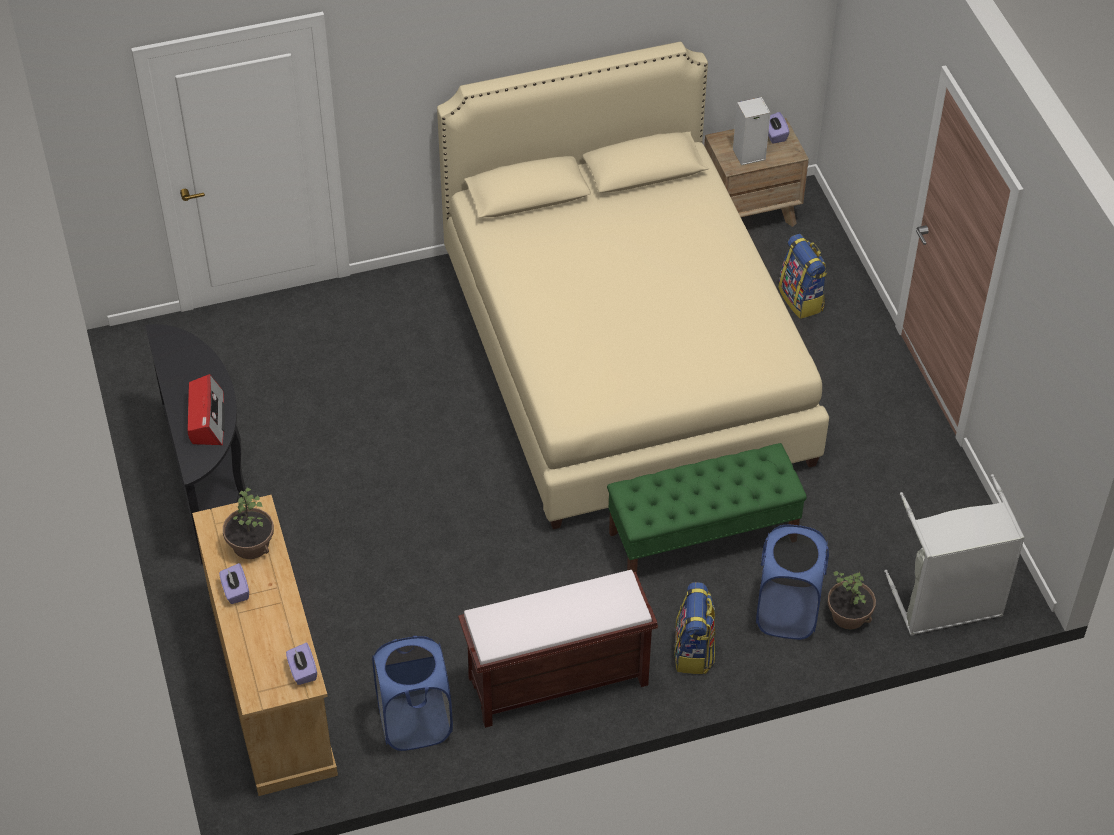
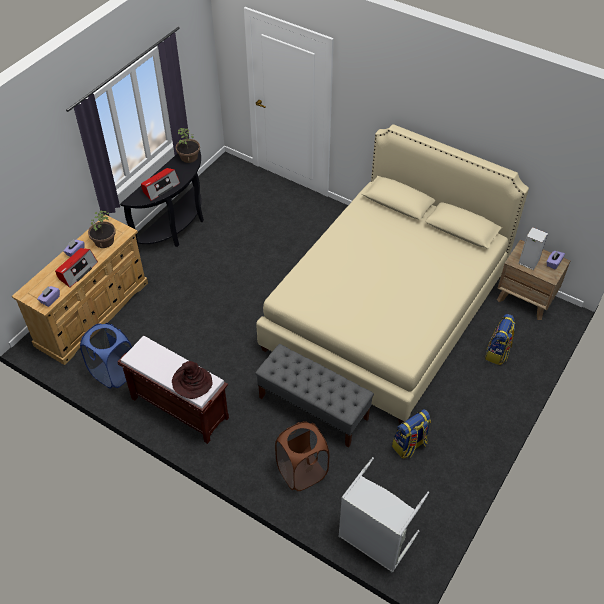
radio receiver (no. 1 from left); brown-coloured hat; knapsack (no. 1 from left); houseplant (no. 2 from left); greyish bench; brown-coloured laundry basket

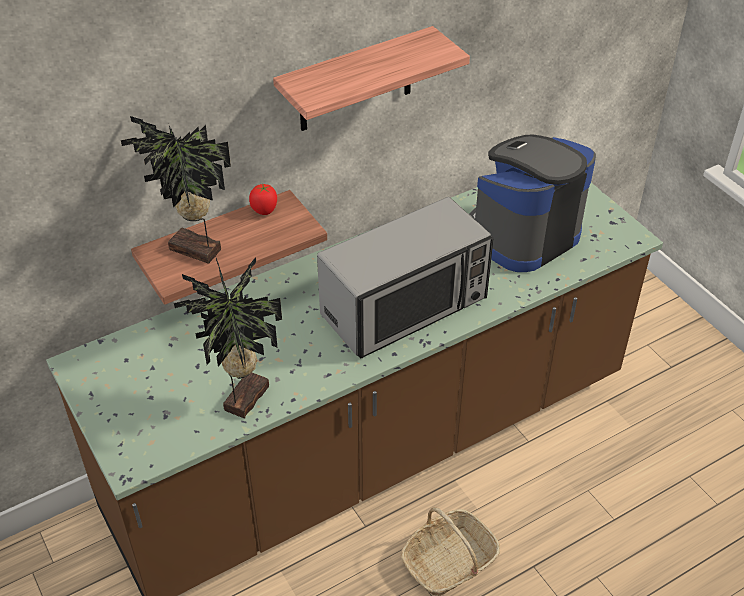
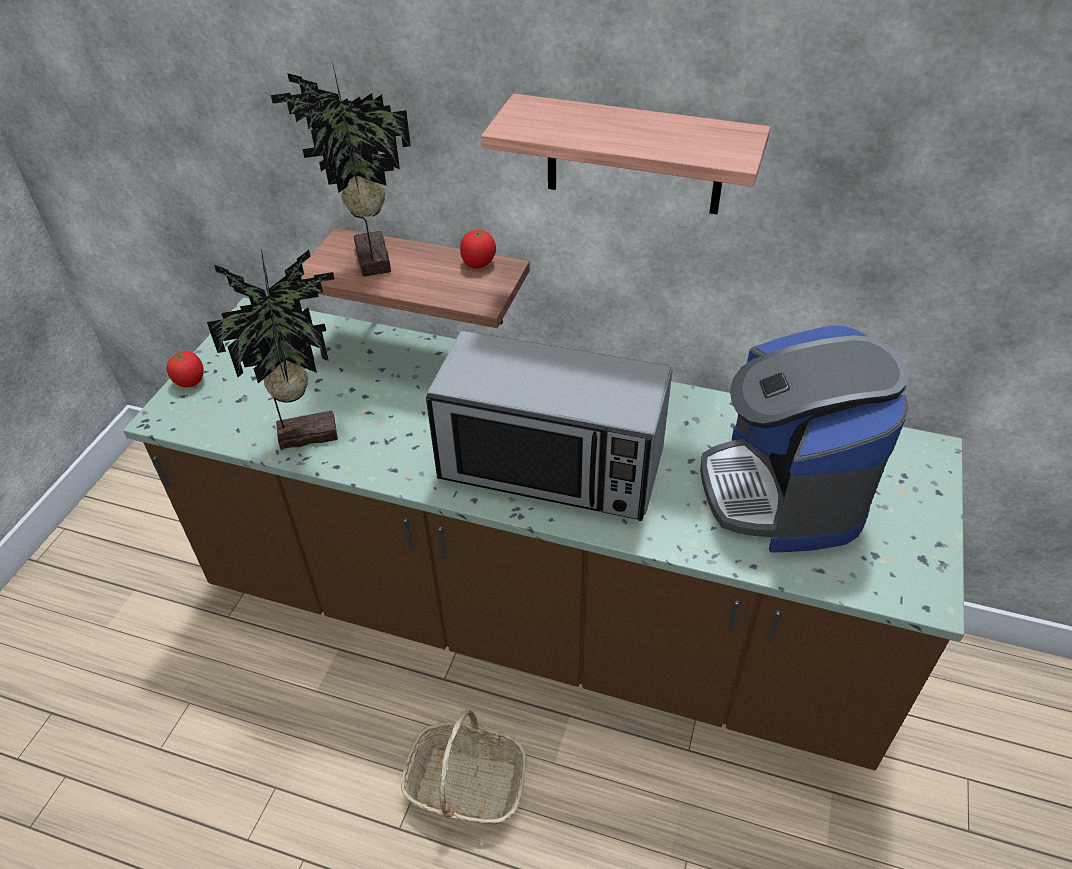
whole tomato (no. 1 from left); coffee brewer

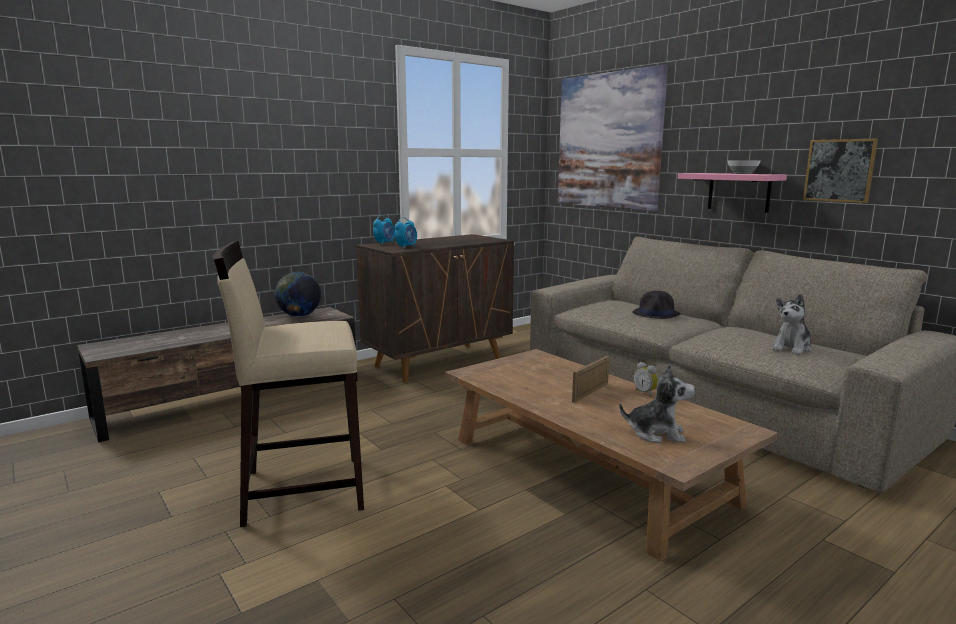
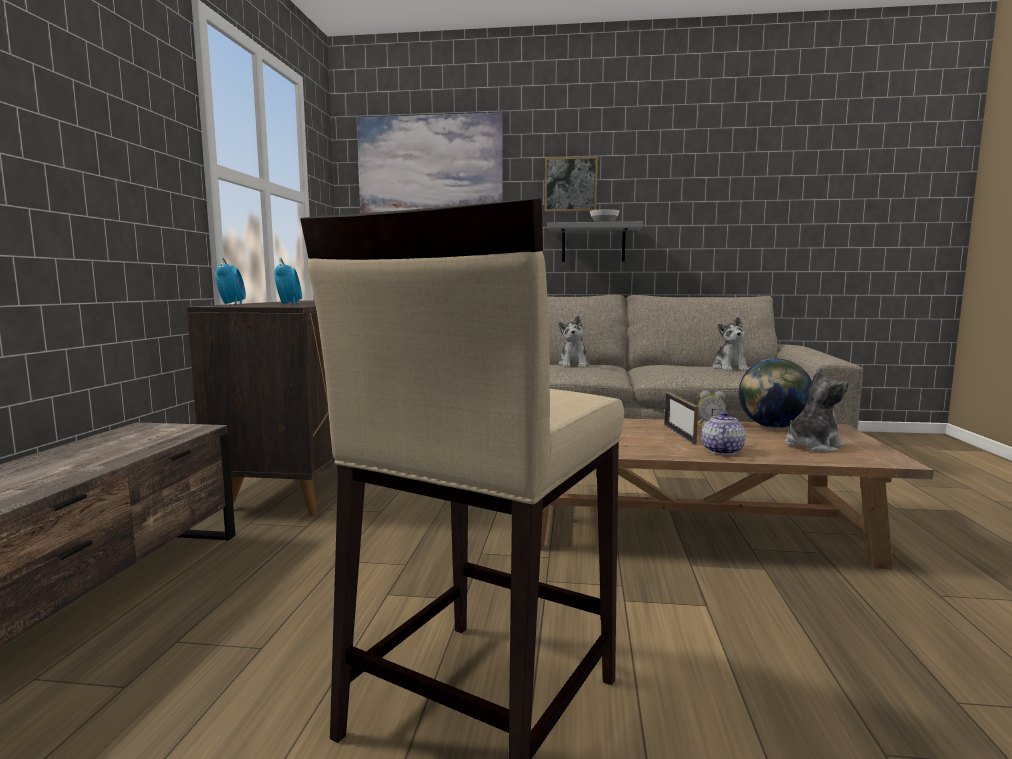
teapot; globe; picture (no. 2 from left); cuddly toy (no. 1 from left); greyish shelf

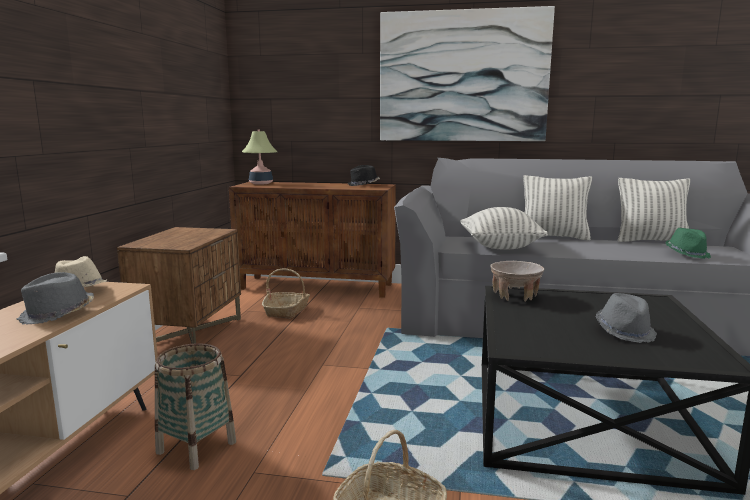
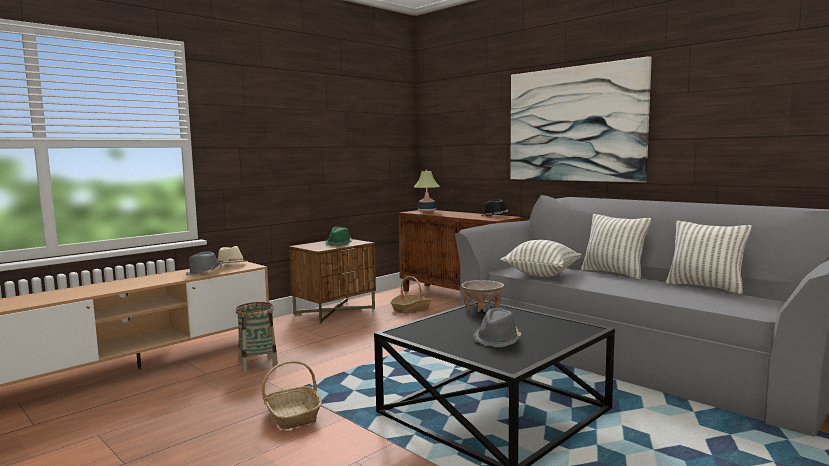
green-coloured hat

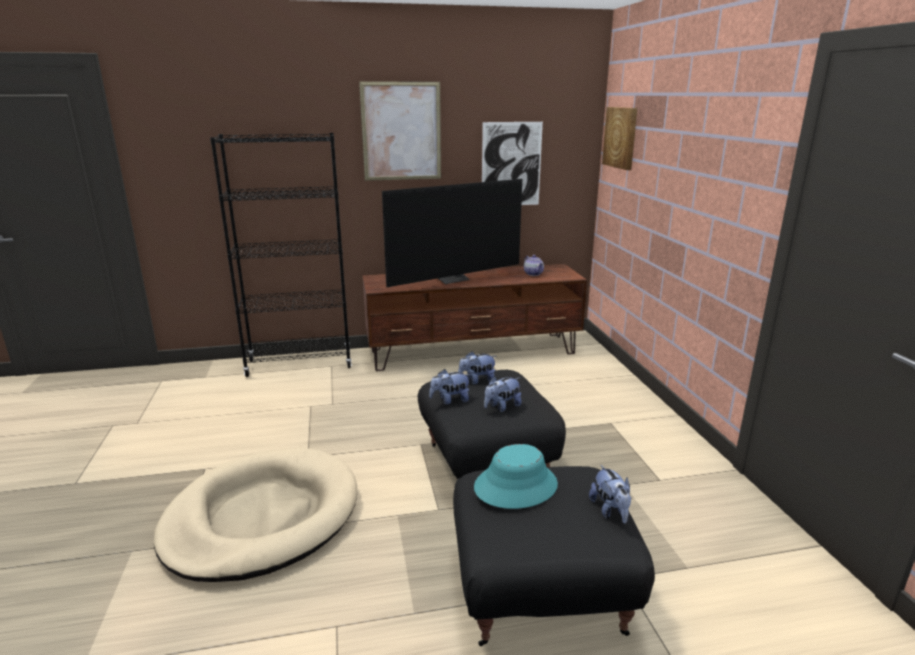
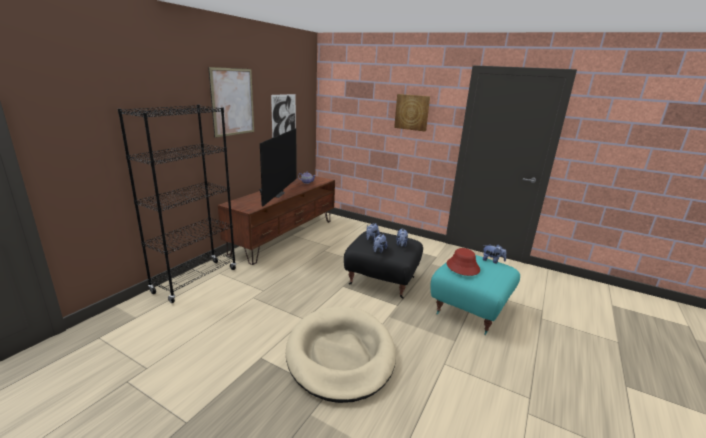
picture (no. 3 from left); turquoise-coloured pouffe; red-coloured hat

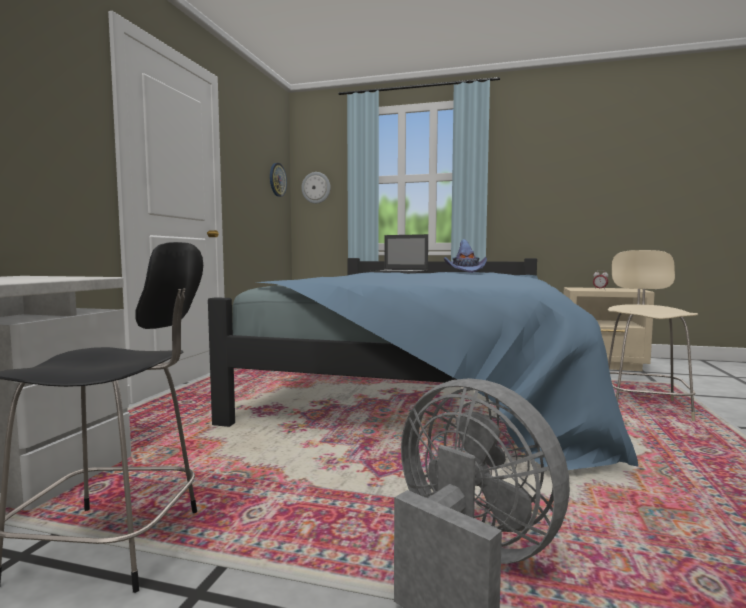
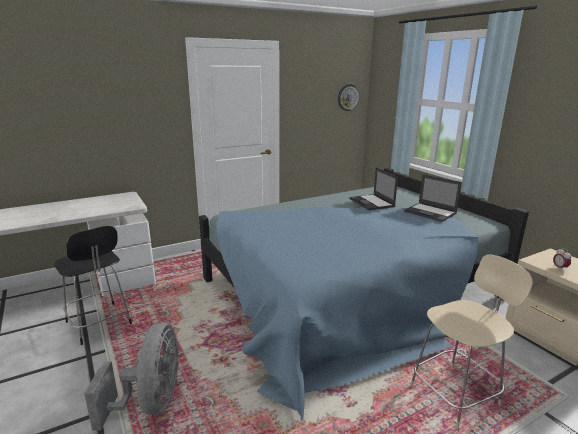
hanging clock (no. 2 from left in the first image); laptop (no. 2 from left)

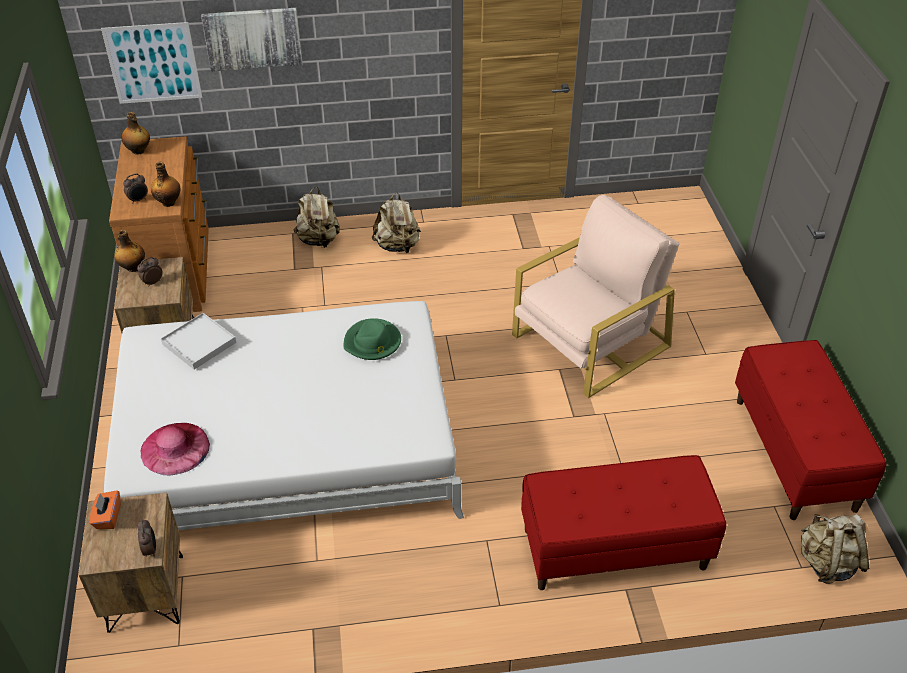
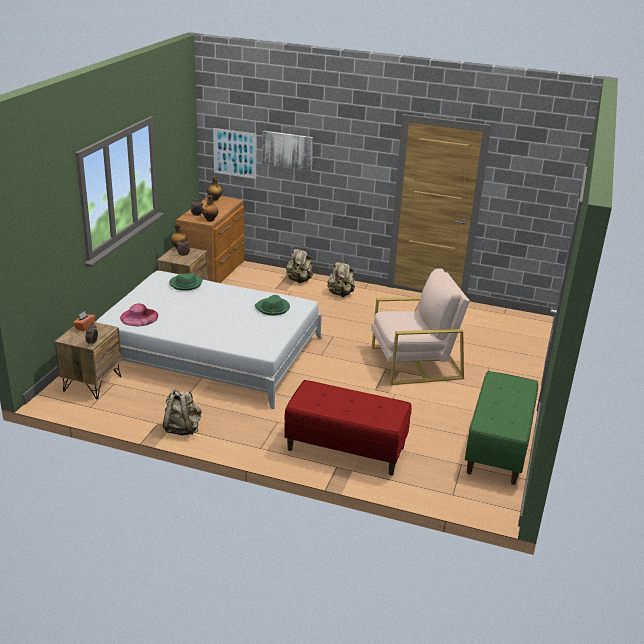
sand-coloured knapsack (no. 1 from left); green-coloured hat (no. 1 from left); green-coloured bench

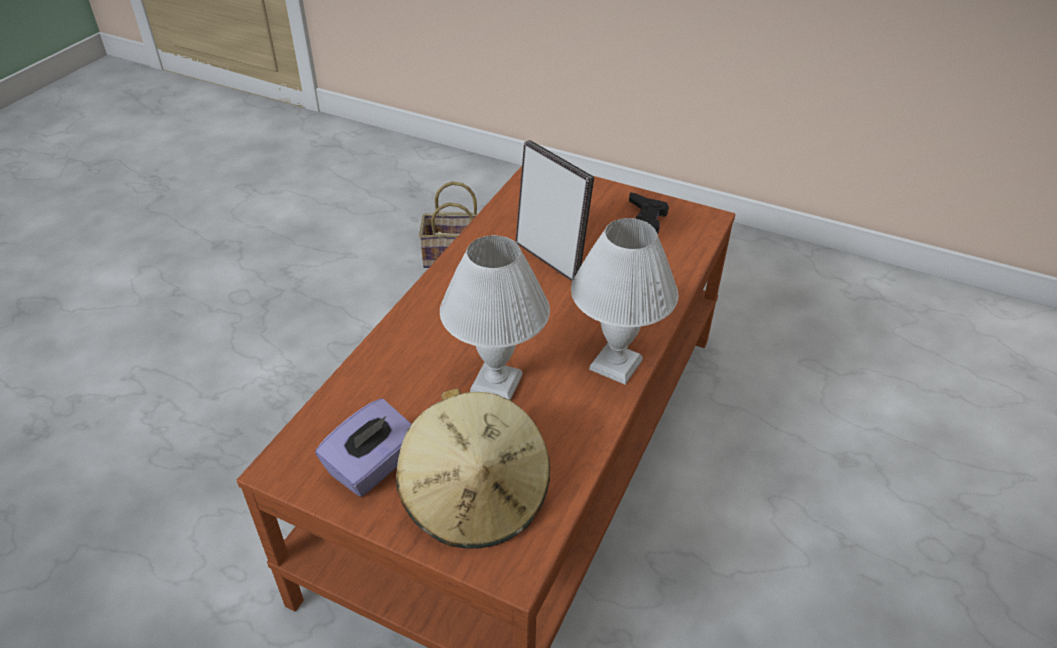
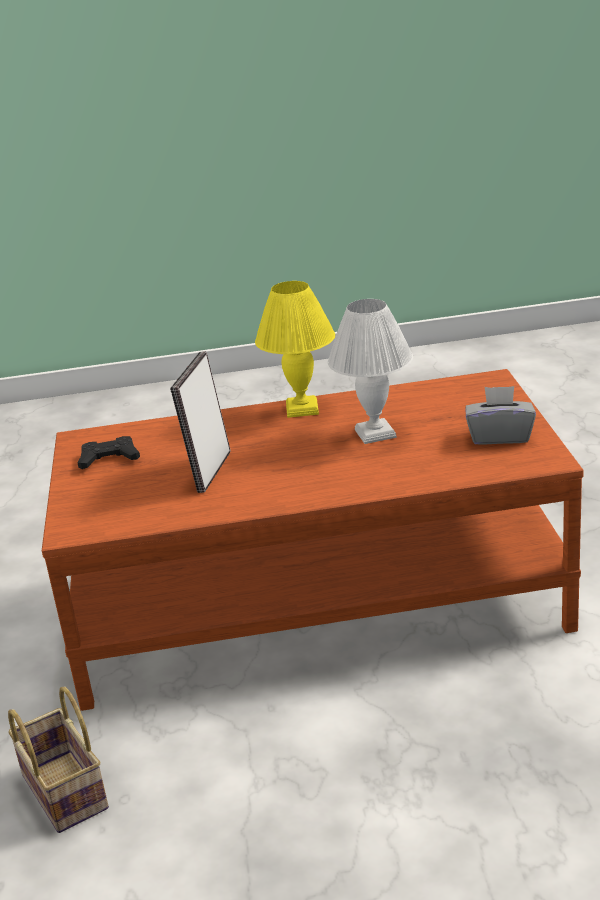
sand-coloured hat; greyish tissue holder; yellow lamp for a table

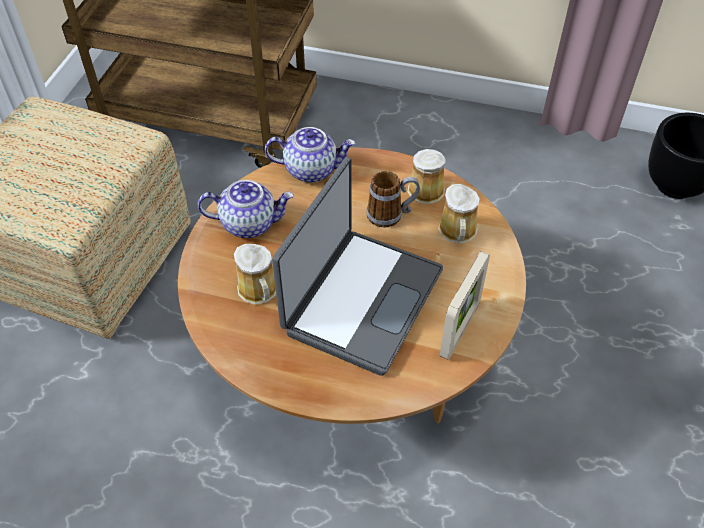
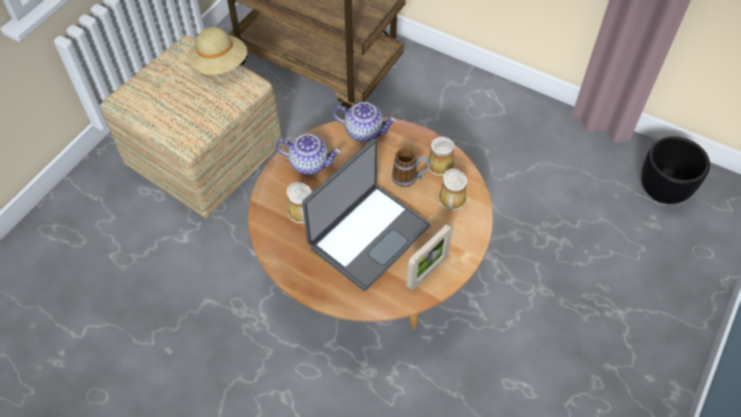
sand-coloured hat

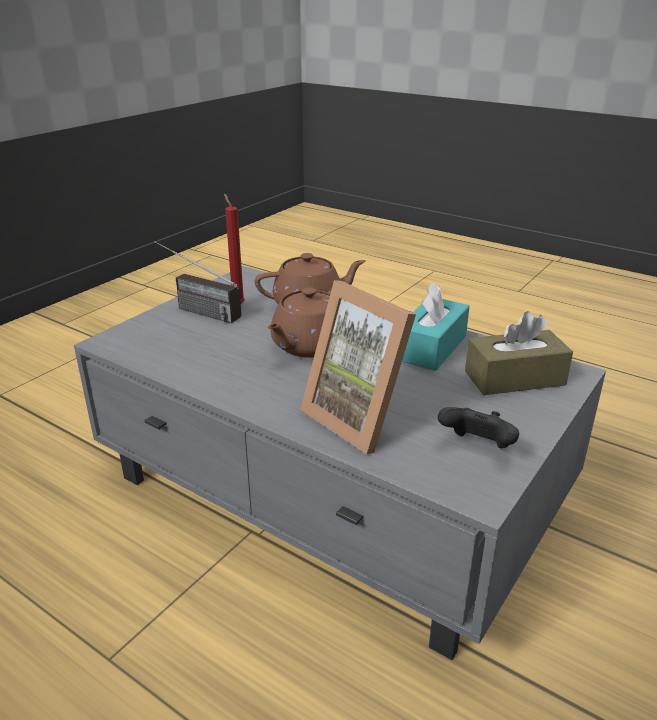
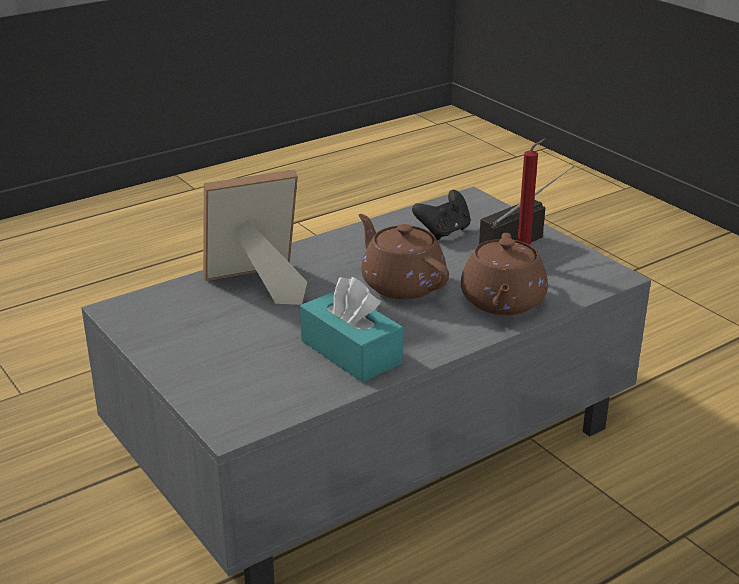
brown-coloured tissue holder; black-coloured game controller

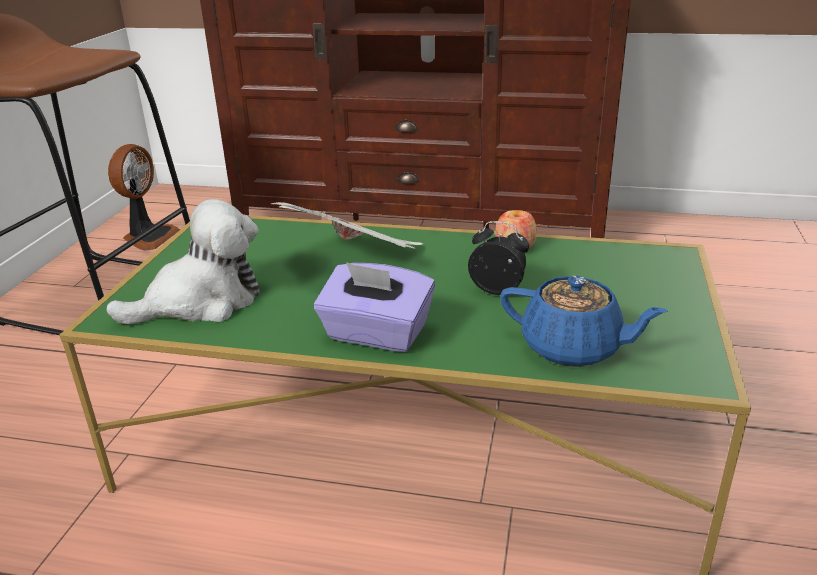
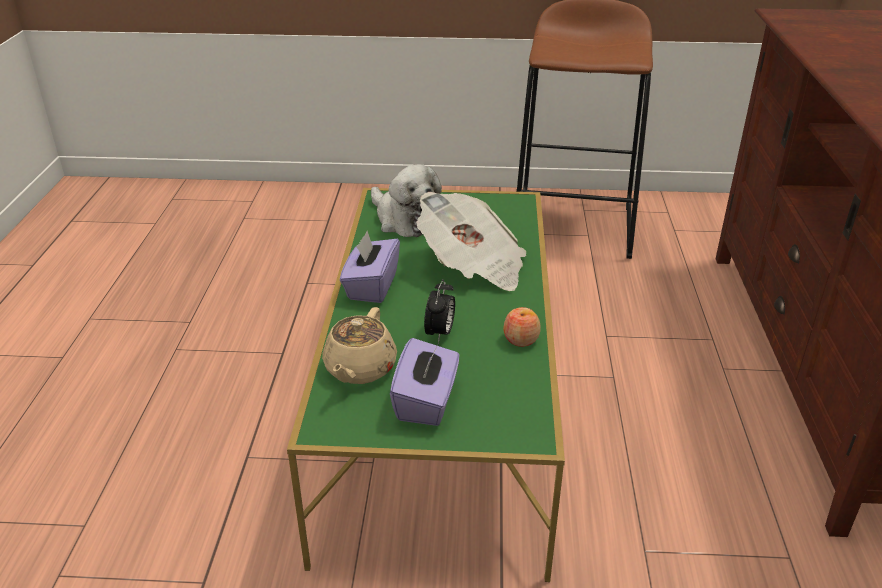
fan; purplish tissue holder (no. 2 from left); sand-coloured teapot

